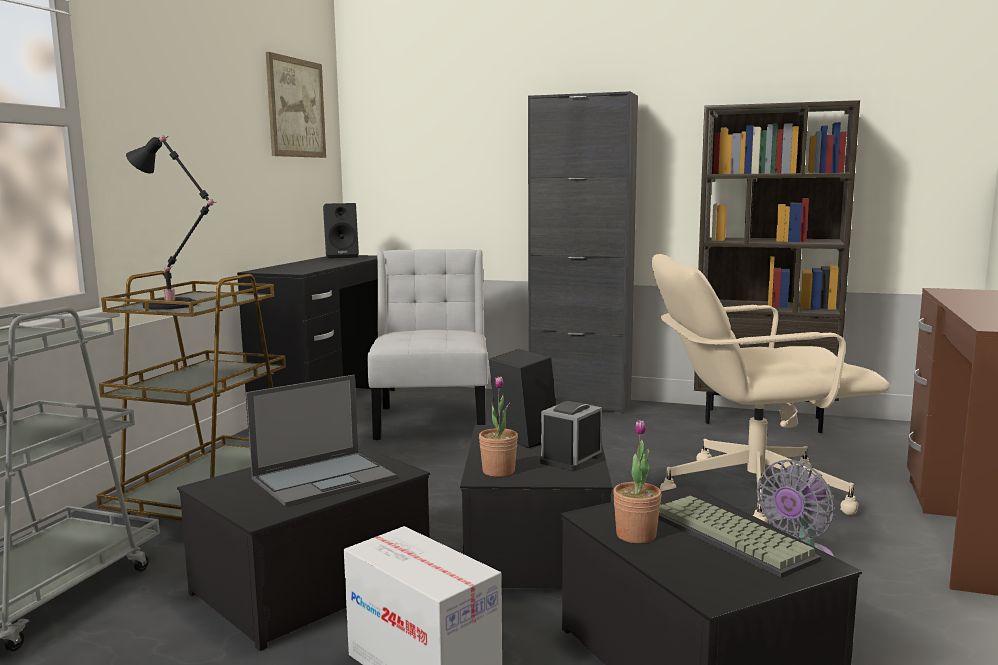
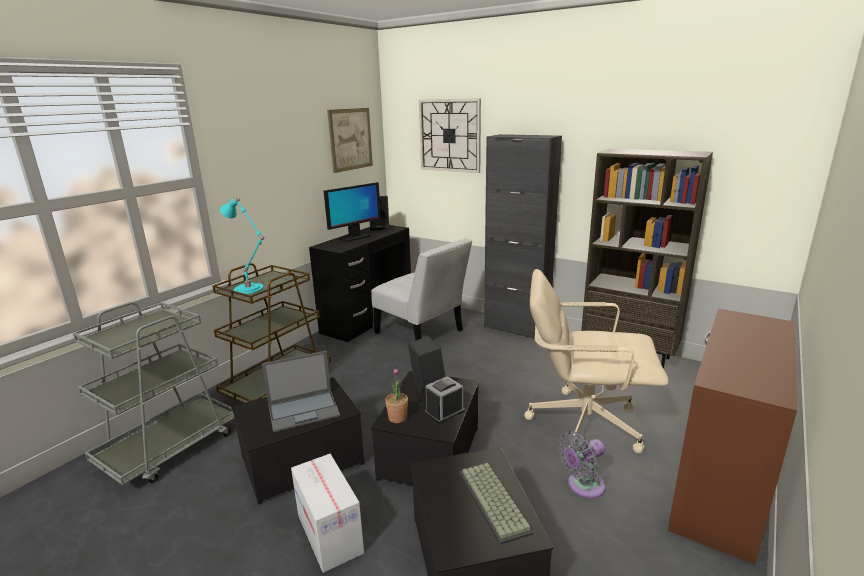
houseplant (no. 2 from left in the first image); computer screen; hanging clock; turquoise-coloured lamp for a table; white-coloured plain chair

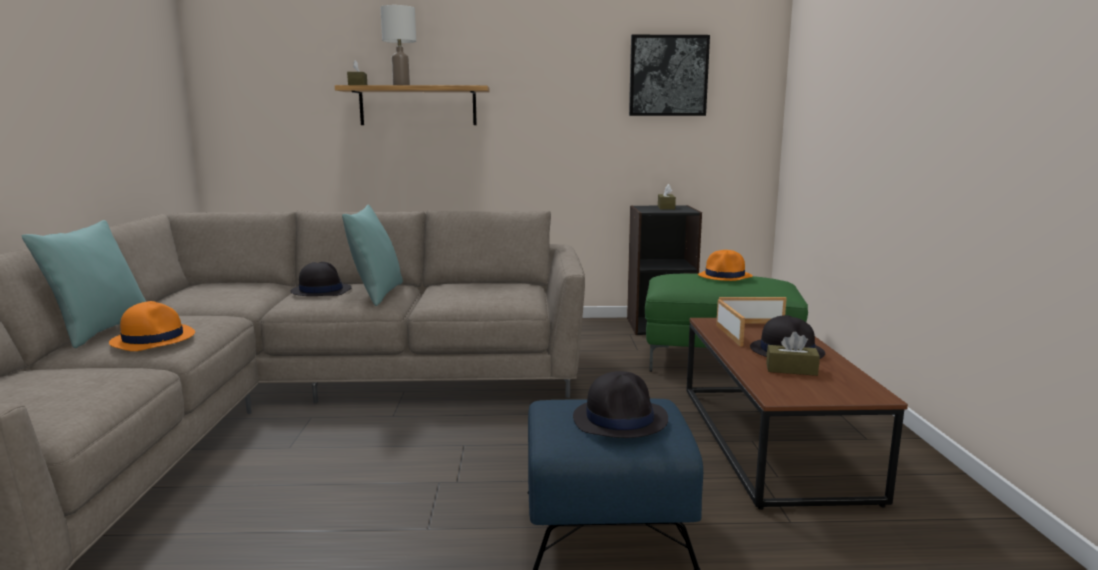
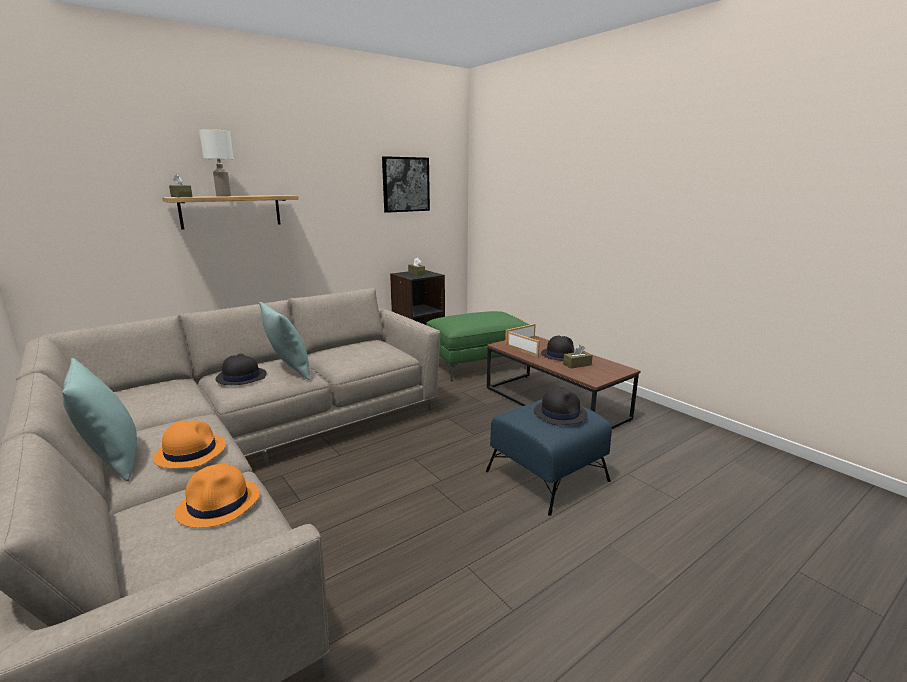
orange-coloured hat (no. 2 from left)

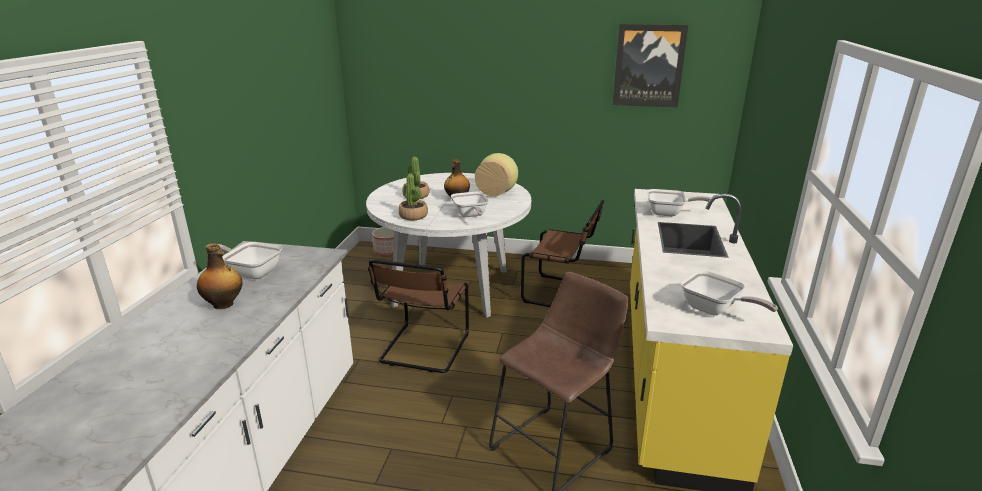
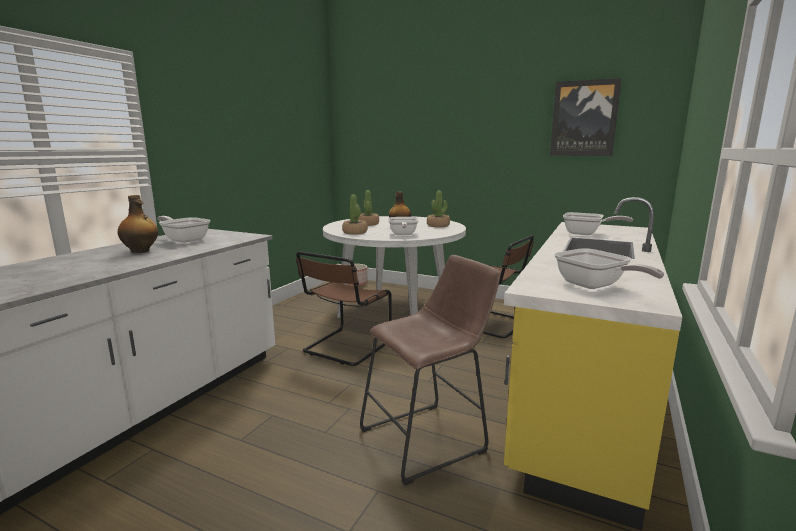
houseplant (no. 3 from left)

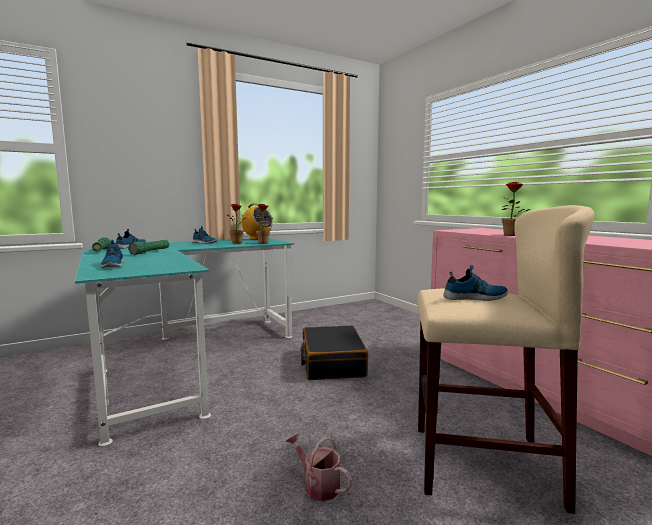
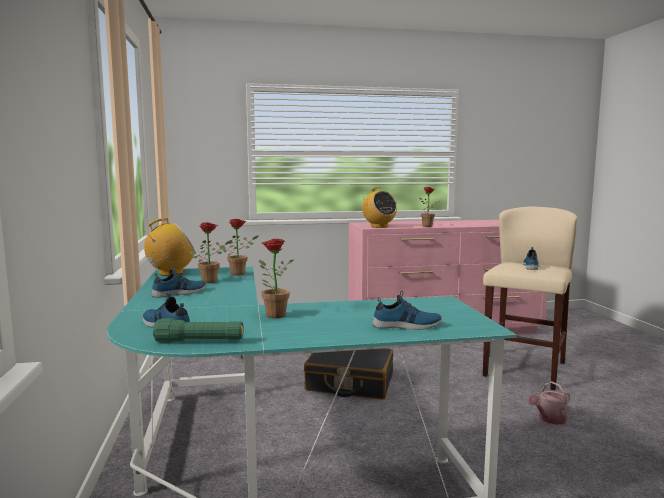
radio receiver (no. 2 from left); houseplant (no. 3 from left)

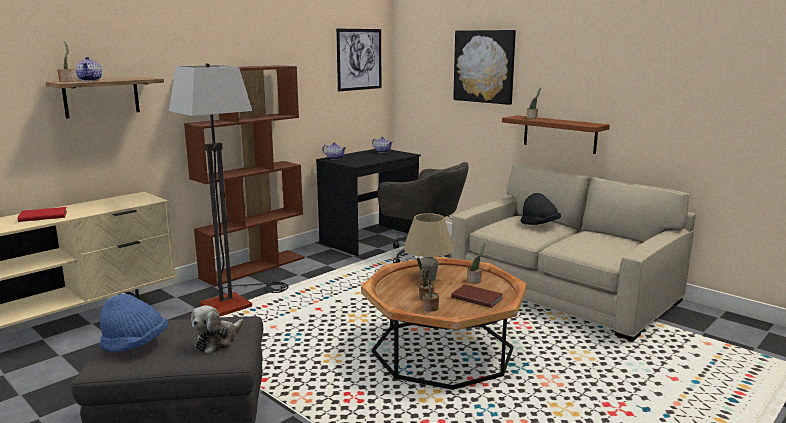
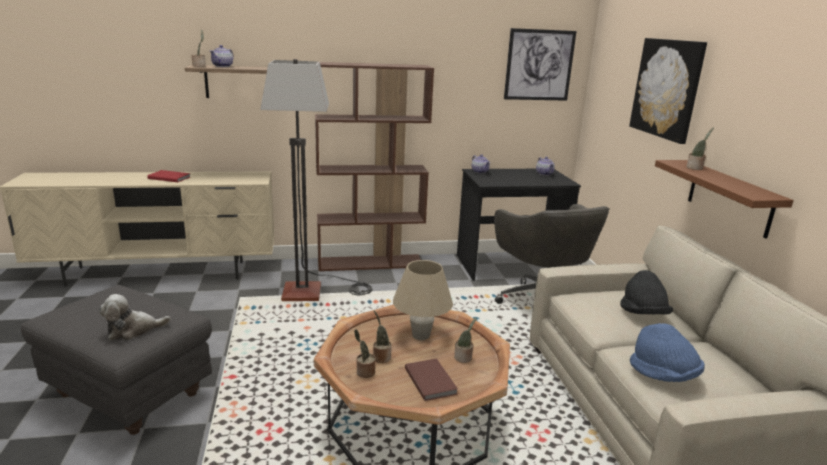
blue hat

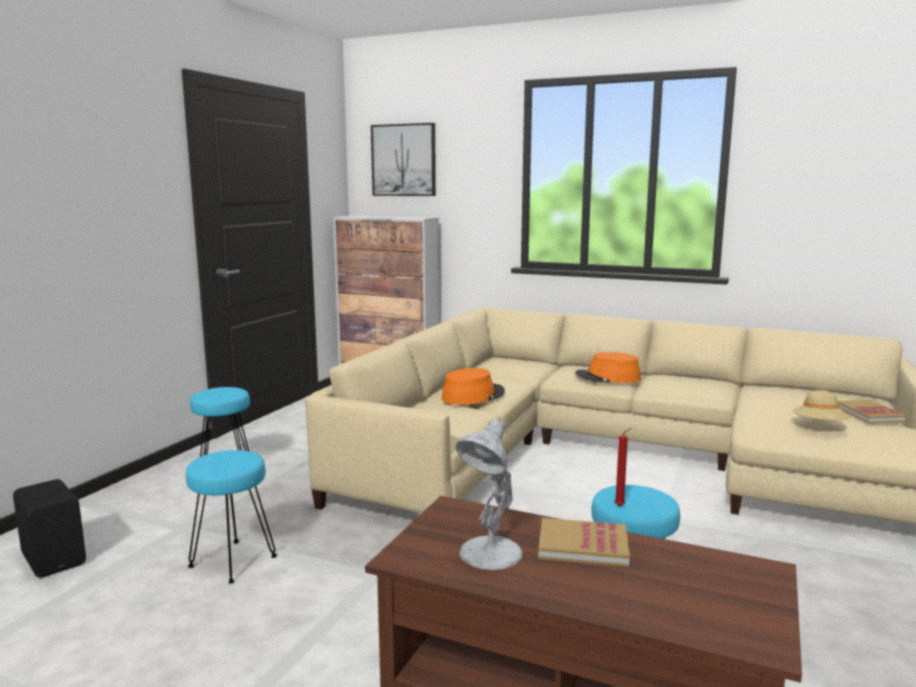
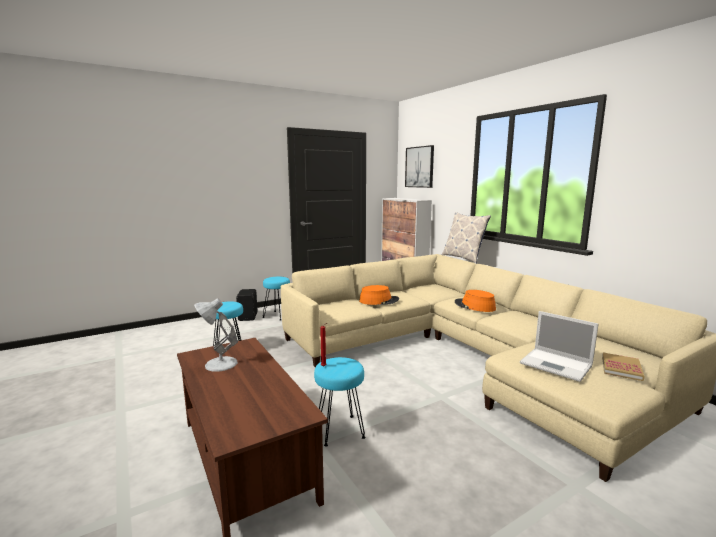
book (no. 1 from left in the first image); cushion; black-coloured loudspeaker; laptop

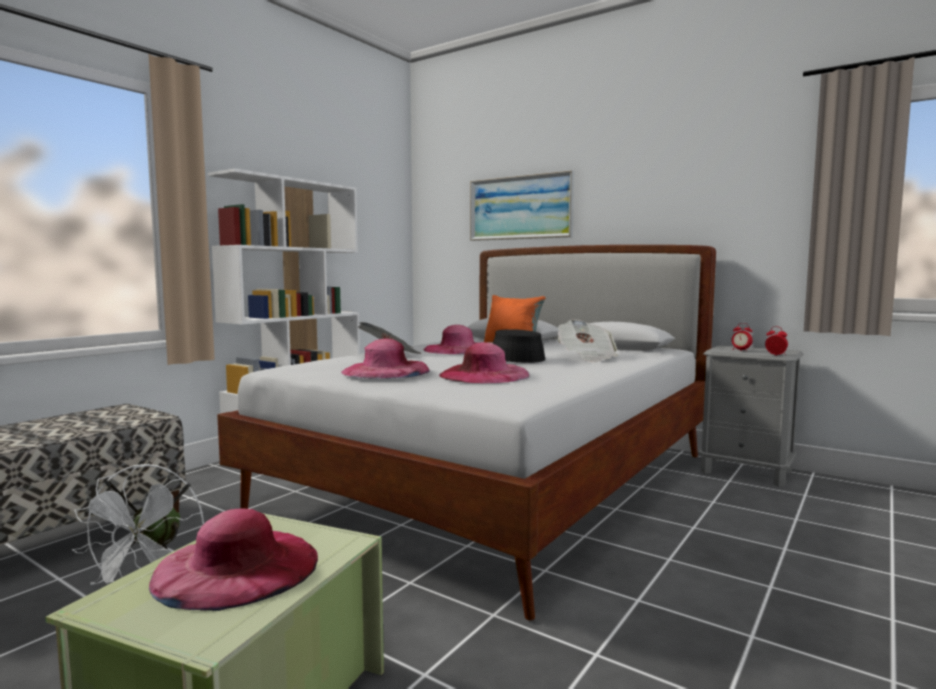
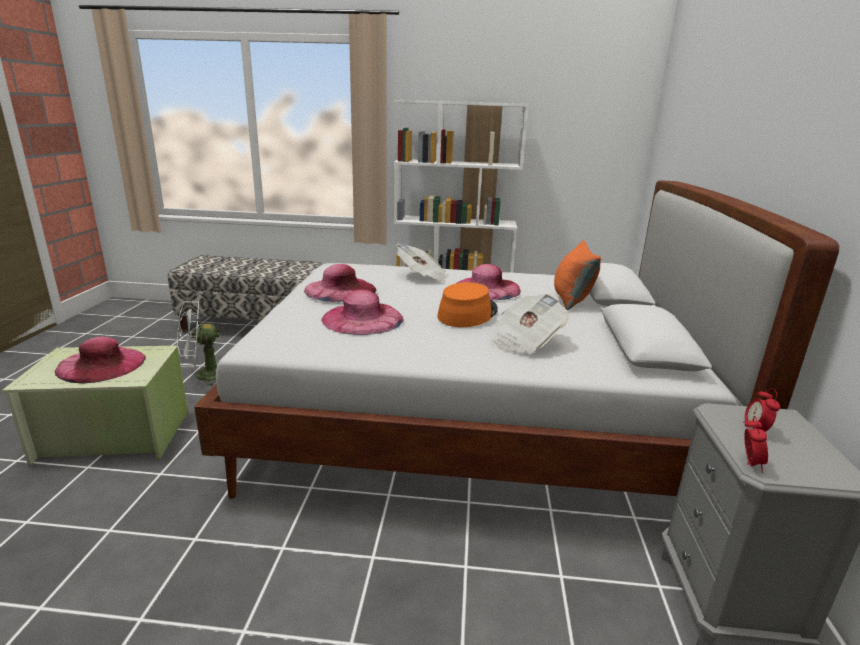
picture; orange-coloured hat

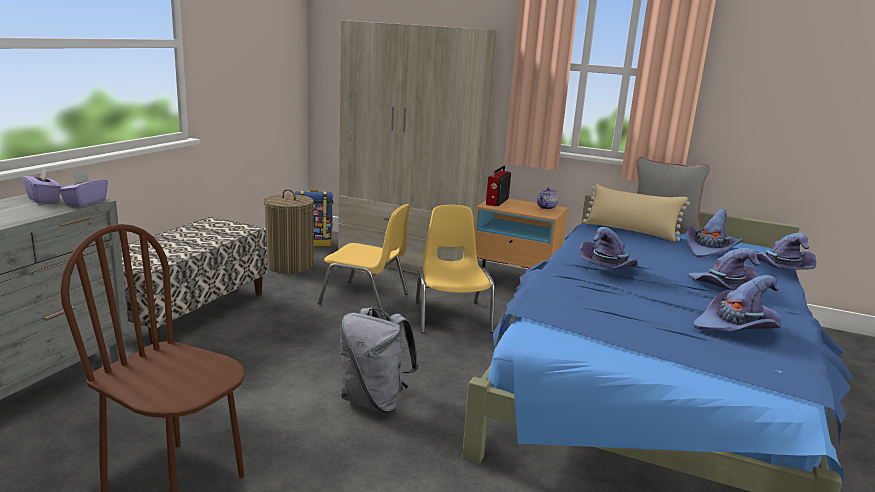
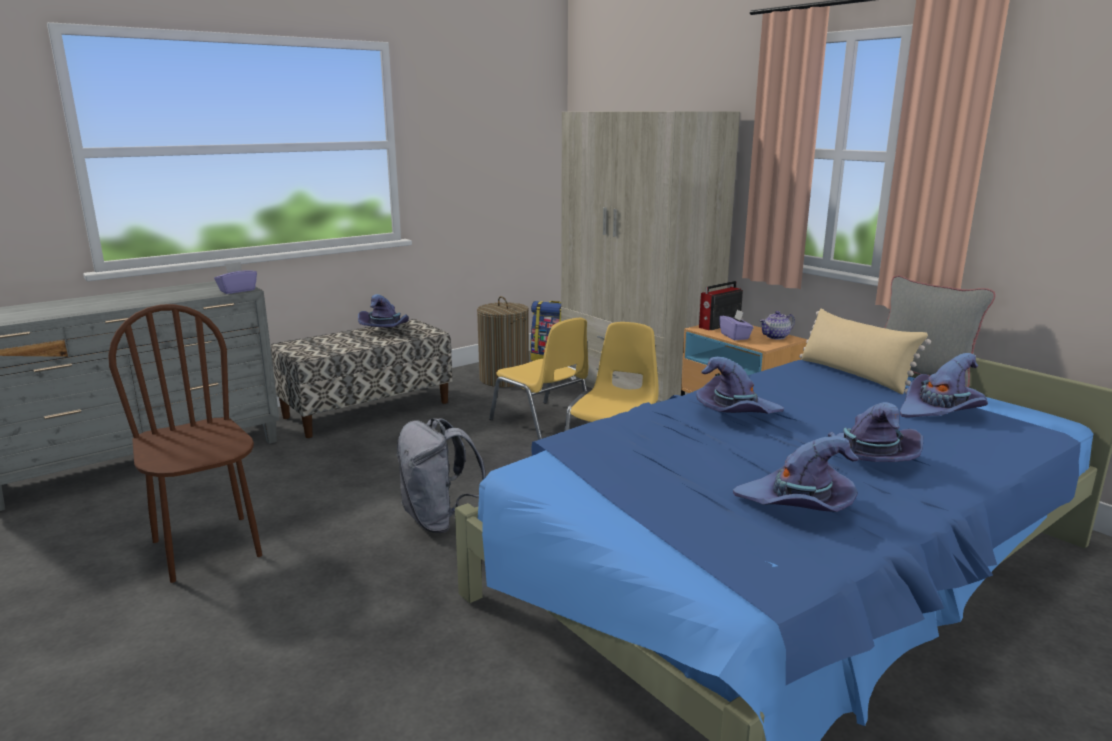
purplish tissue holder (no. 2 from left); purplish hat (no. 1 from left)

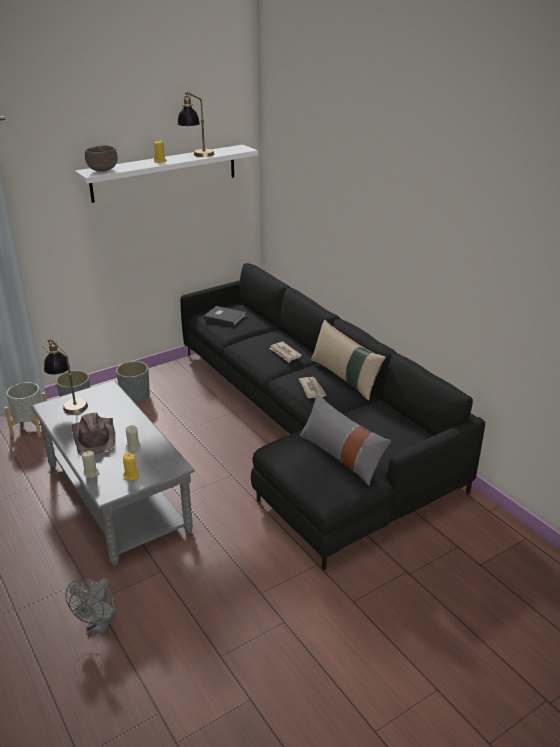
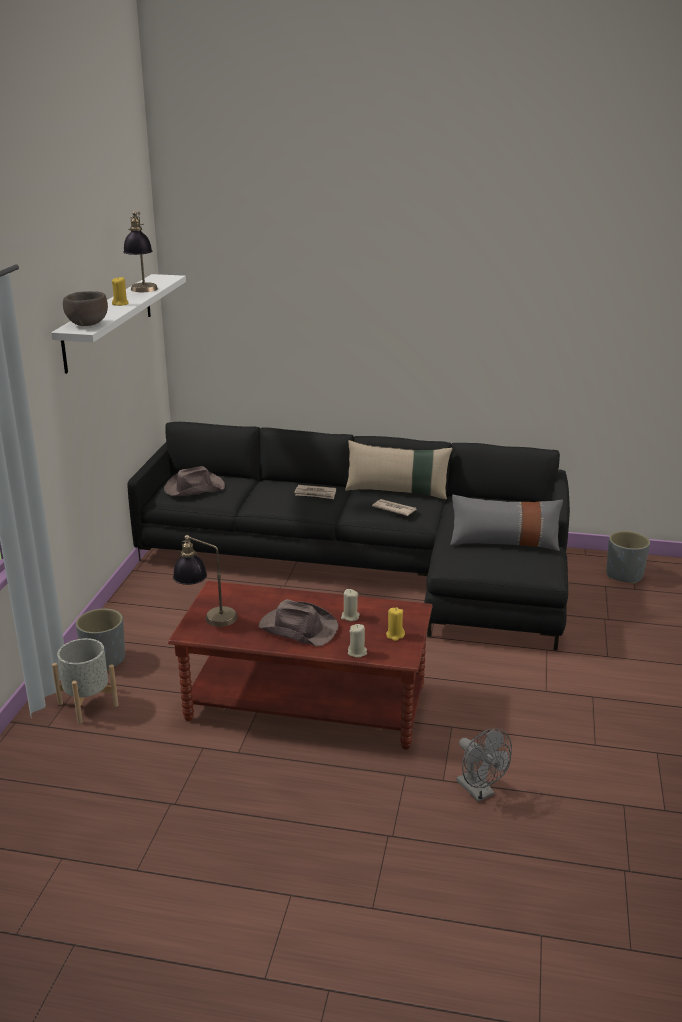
greyish planter (no. 3 from left); brown-coloured hat (no. 1 from left); brown-coloured low table

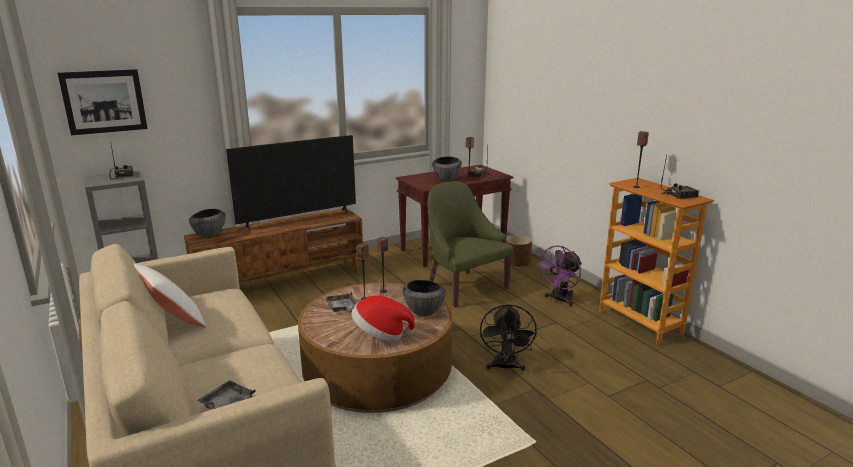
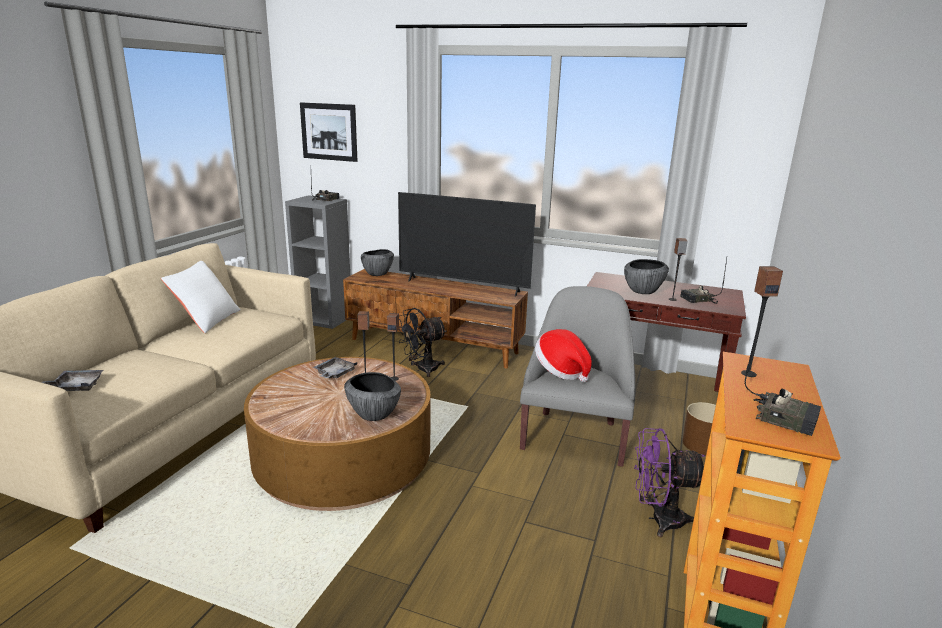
hat; black-coloured fan; greyish lounge chair

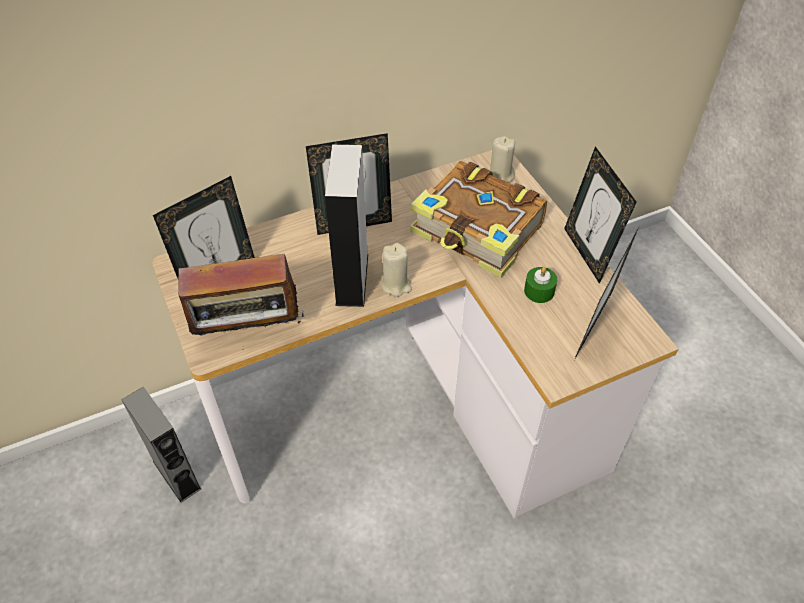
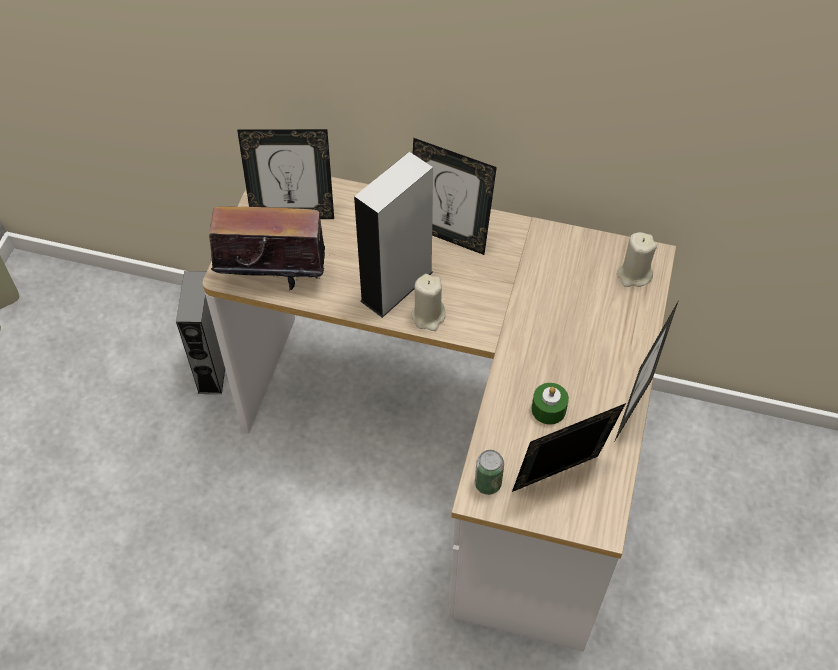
book; metal can; radio receiver

